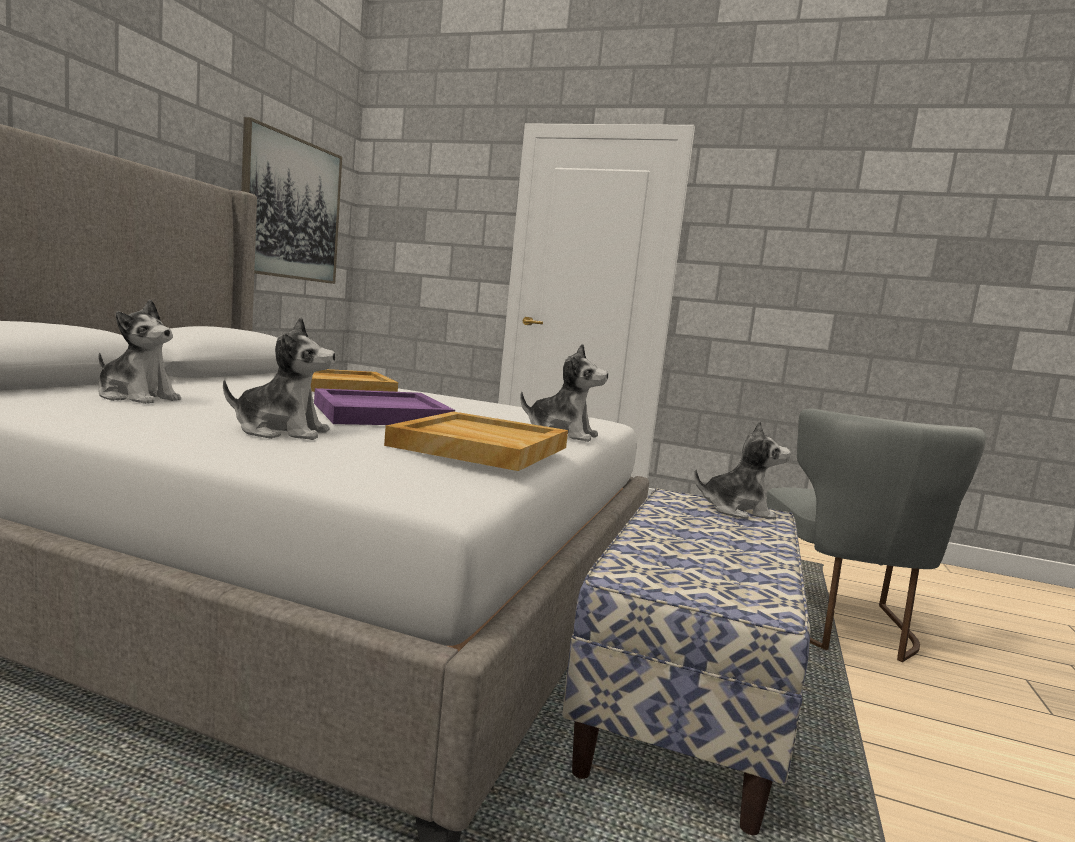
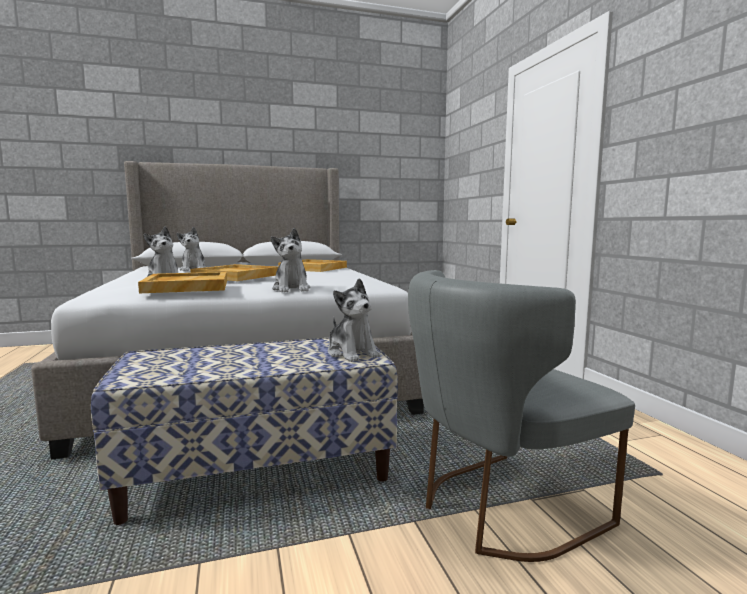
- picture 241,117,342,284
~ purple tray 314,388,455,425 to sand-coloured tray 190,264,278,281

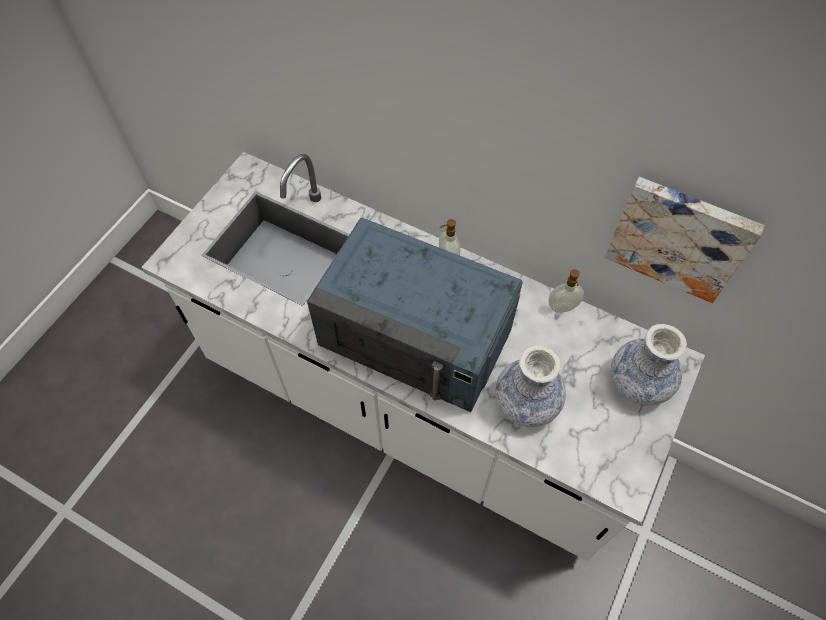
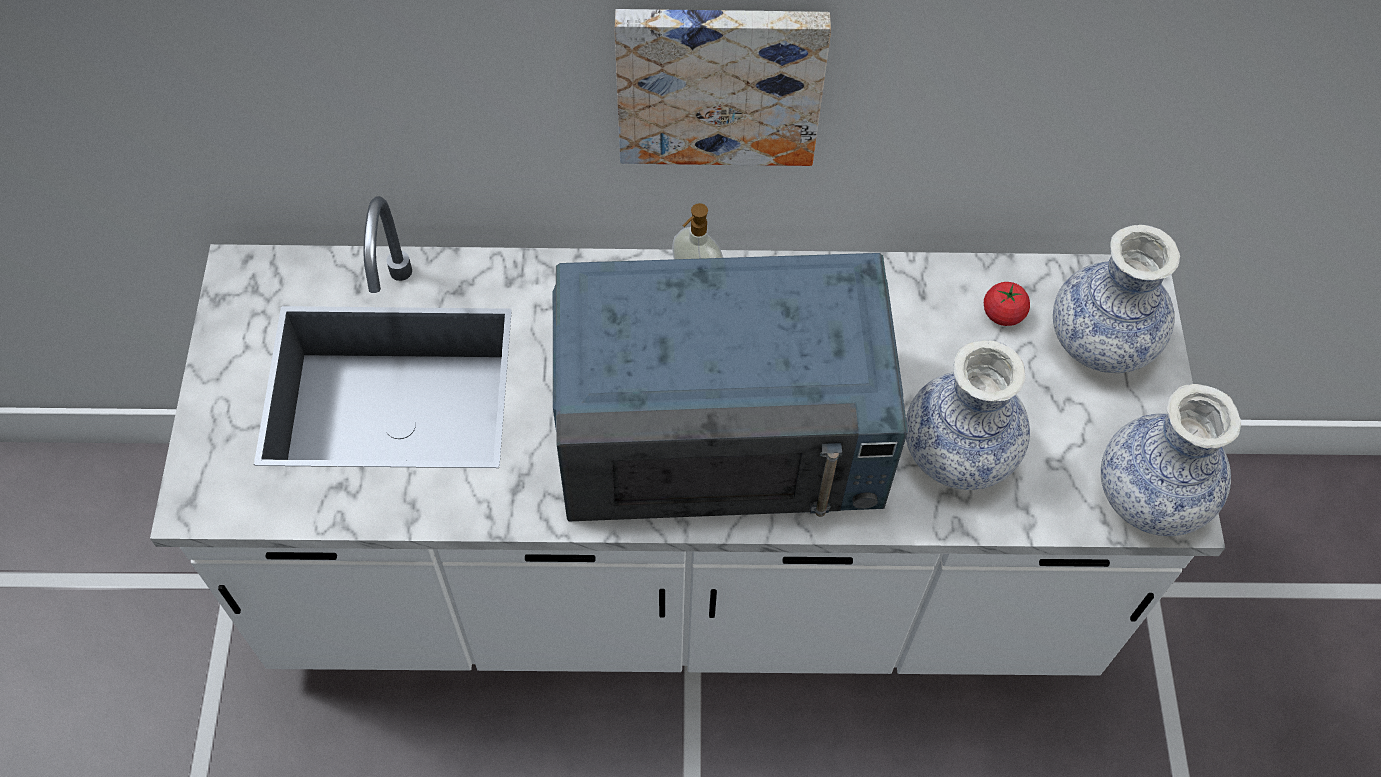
- liquid soap bottle 548,269,584,313
~ picture 605,177,765,303 to 615,9,831,166
+ fresh tomato 984,282,1030,326
+ flower vase 1101,384,1241,536

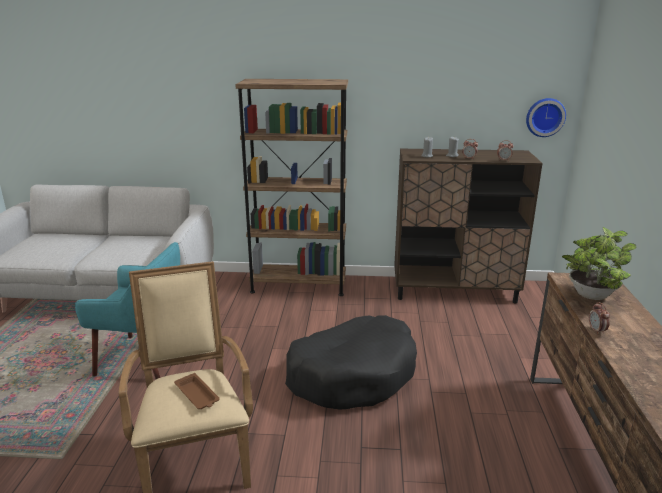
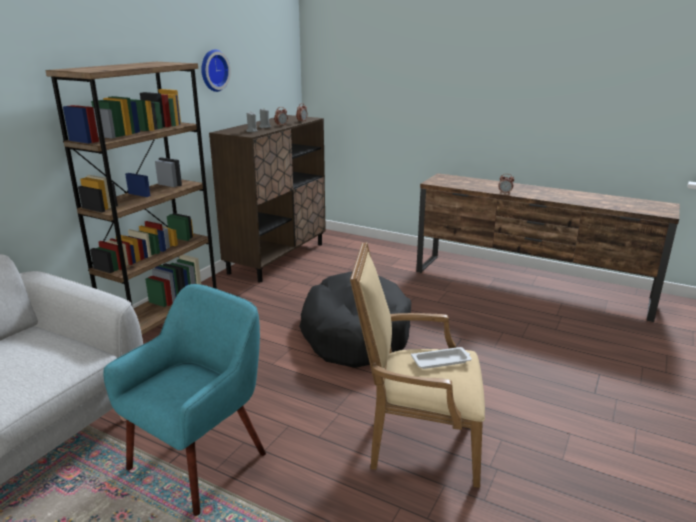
~ brownish tray 174,373,220,409 to white-coloured tray 411,347,472,369
~ clock on the wall 526,98,566,137 to 201,49,231,92
- houseplant 562,227,636,300

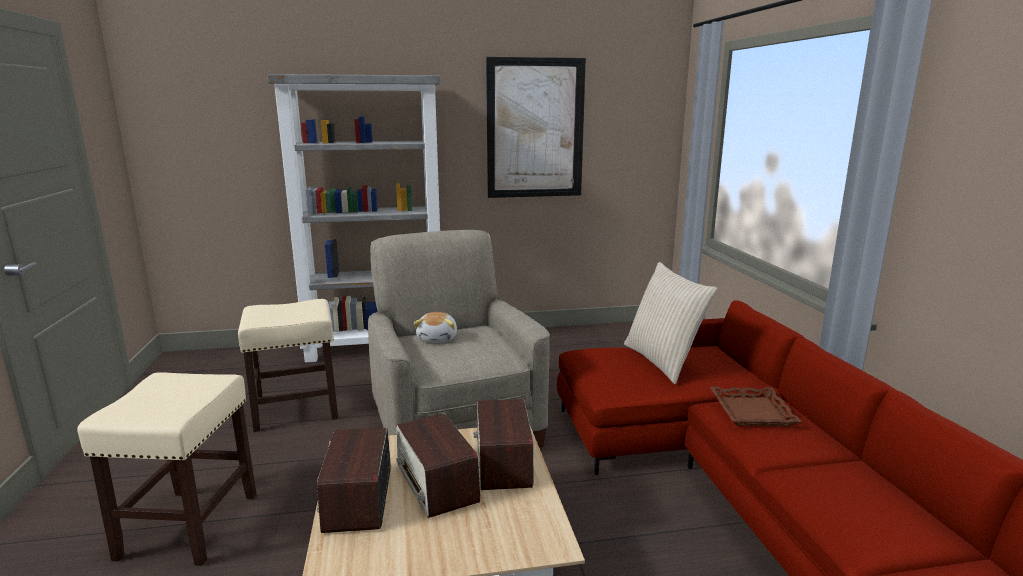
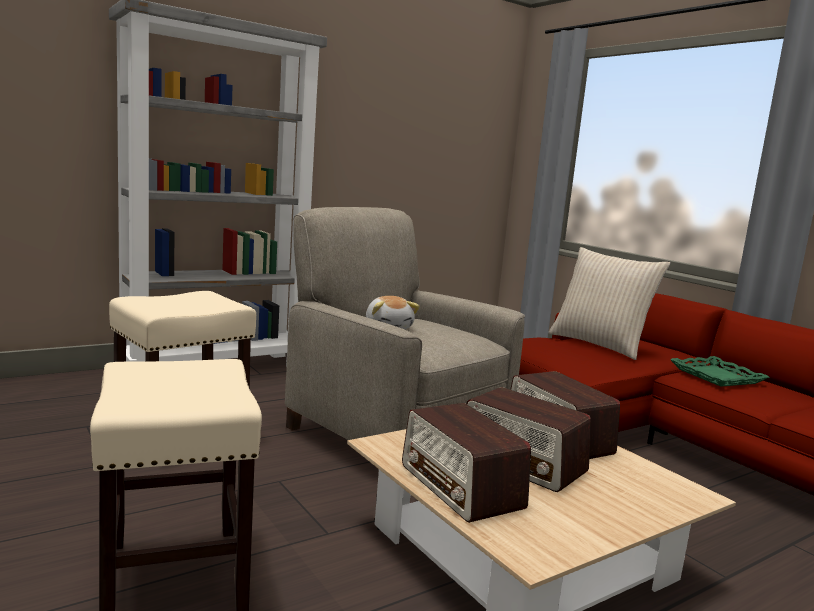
- picture 486,57,586,198
~ brownish tray 710,387,802,426 to greenish tray 670,356,770,387

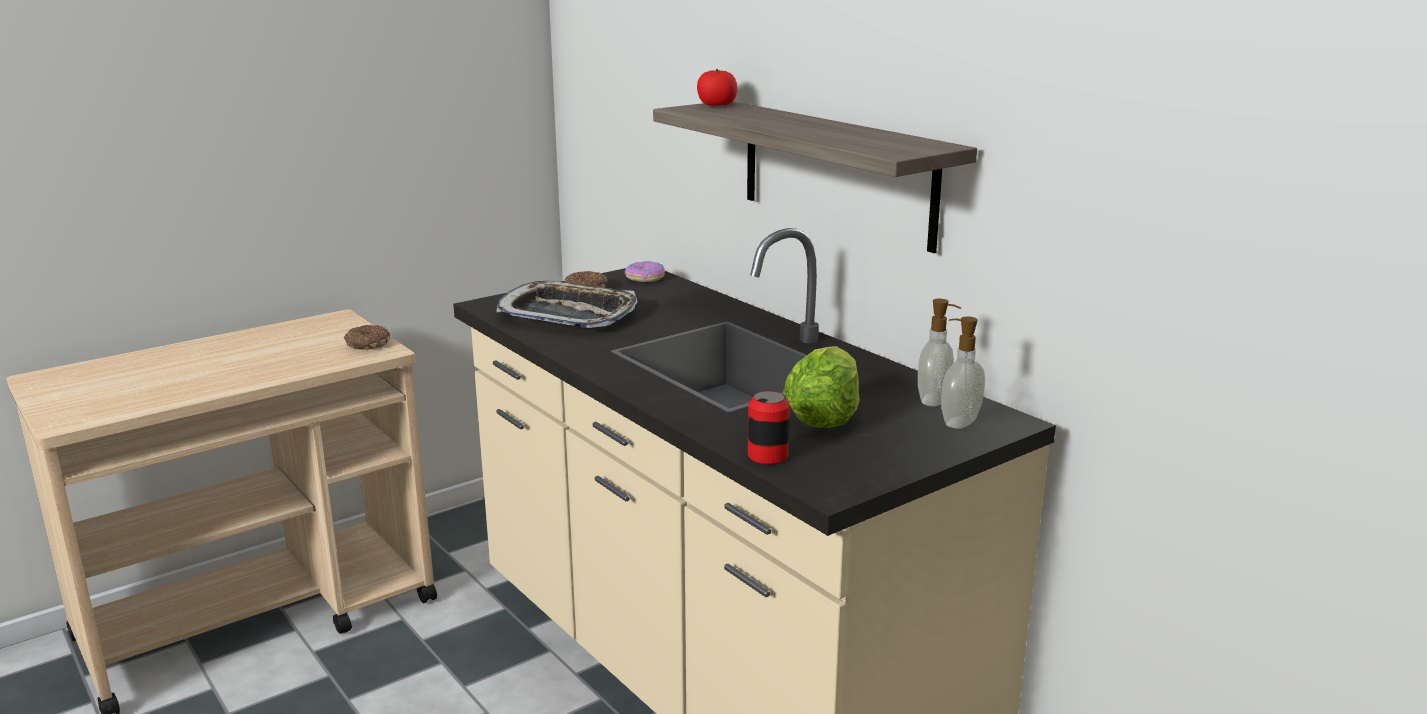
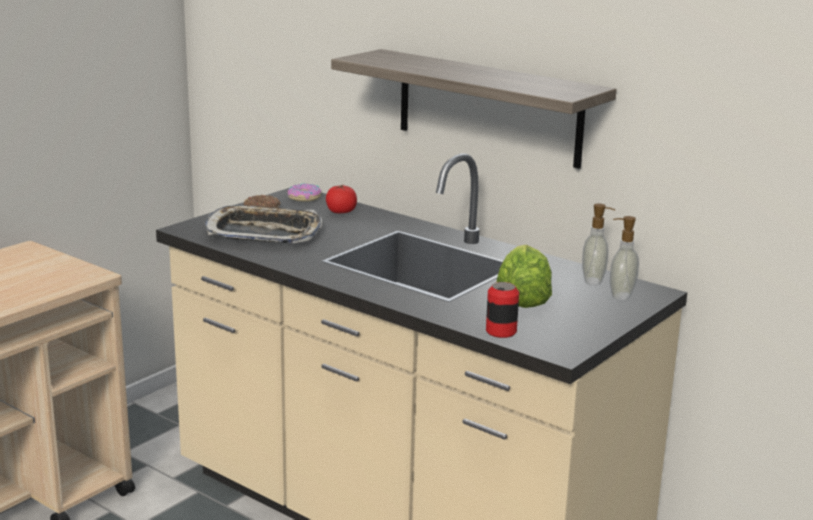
- ring doughnut 344,325,390,350
~ fresh tomato 697,69,737,106 to 326,185,357,213

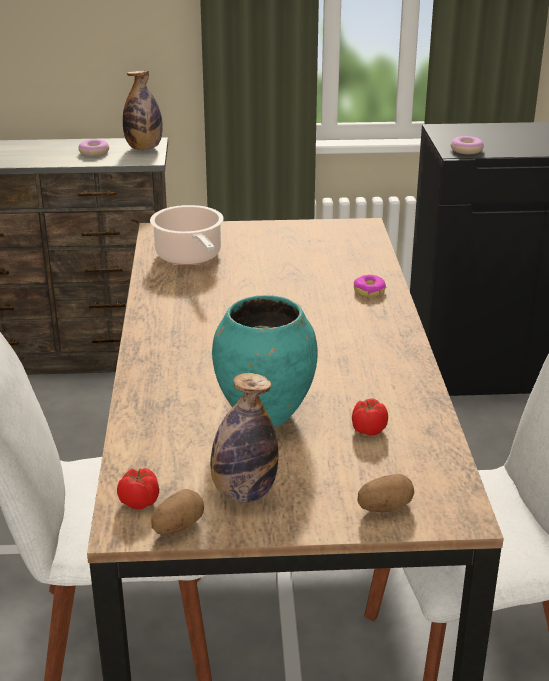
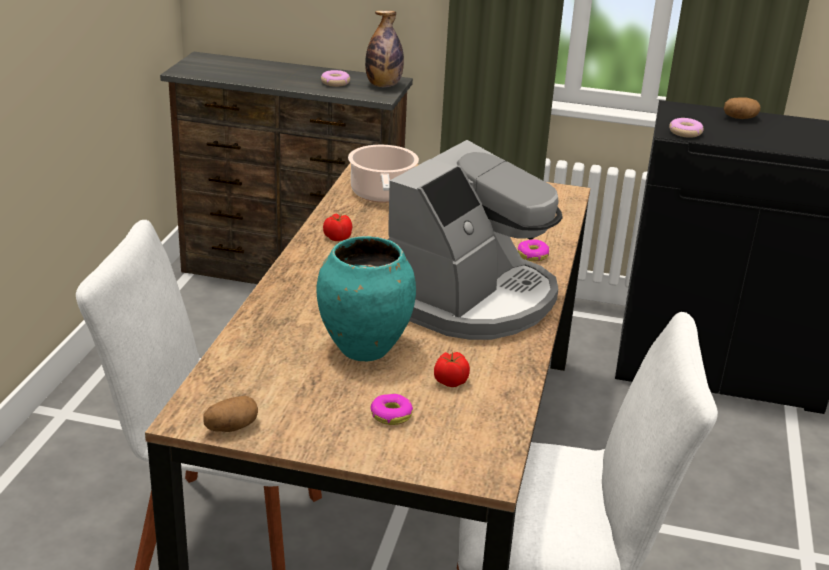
~ fresh tomato 117,467,159,509 to 323,213,352,241
- beverage bottle 210,373,278,503
~ potato 357,474,414,512 to 724,97,760,119
+ ring doughnut 370,394,413,425
+ coffee brewer 388,140,562,340

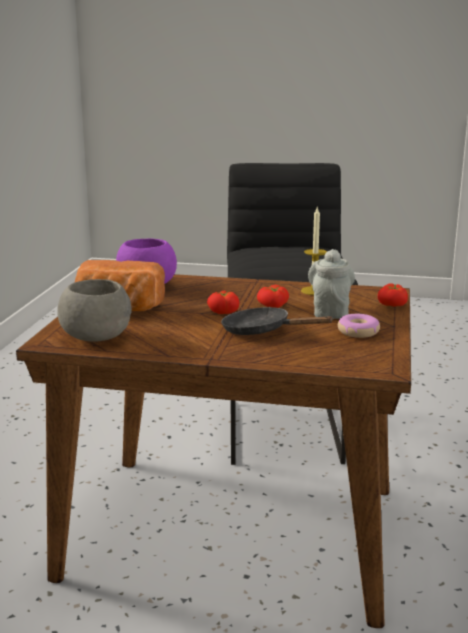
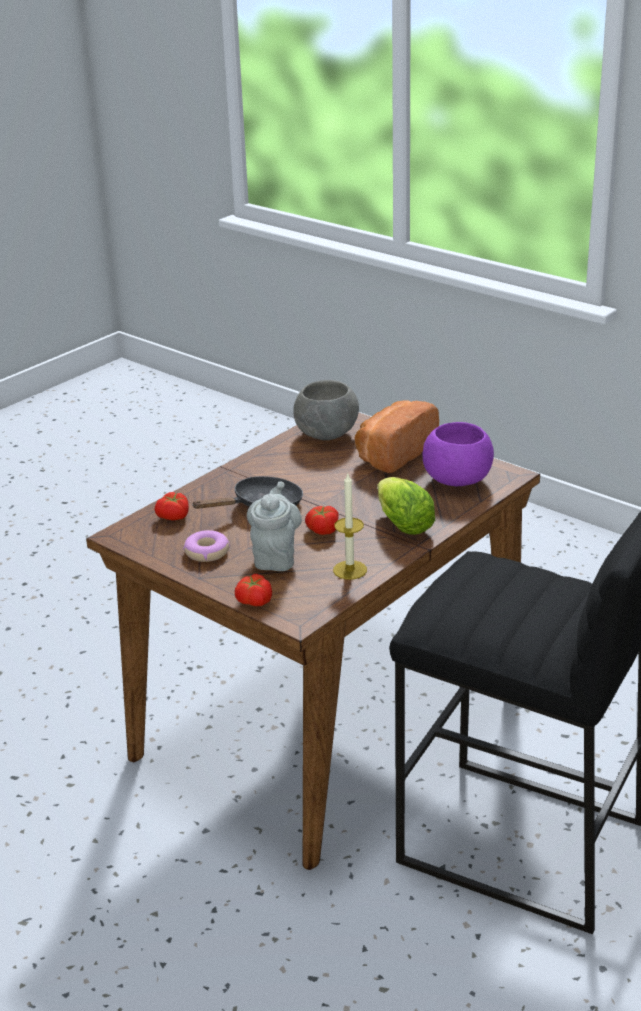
~ fresh tomato 207,290,239,314 to 155,492,189,521
~ grey teapot 308,249,355,319 = 247,481,302,571 120 degrees counterclockwise
+ lettuce head 378,477,435,535

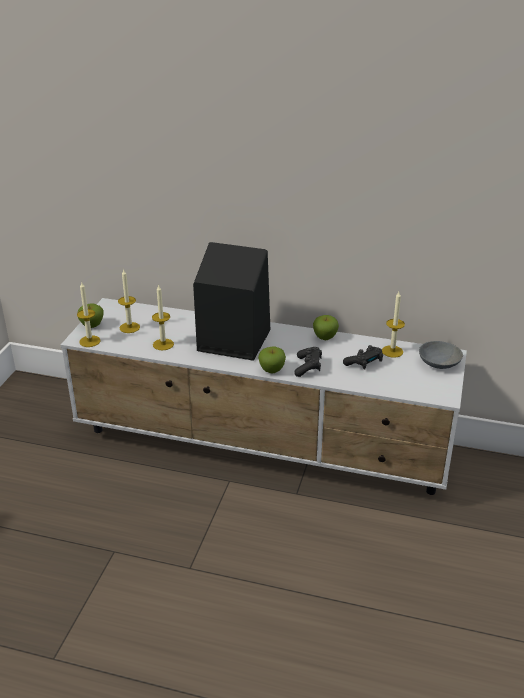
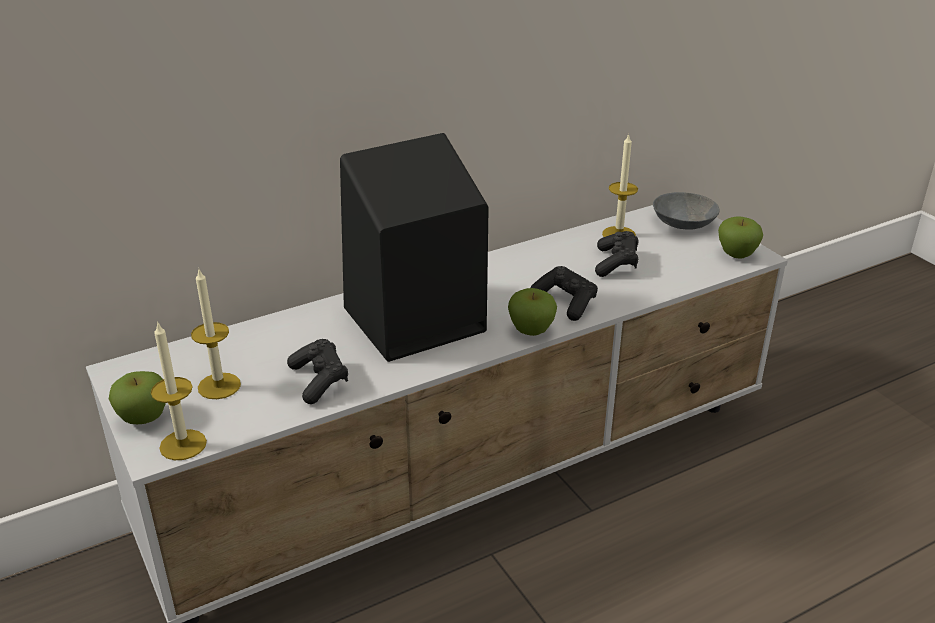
~ candle 152,284,174,350 to blackish joypad 287,339,348,404
~ apple fruit 313,315,339,340 to 718,216,763,259

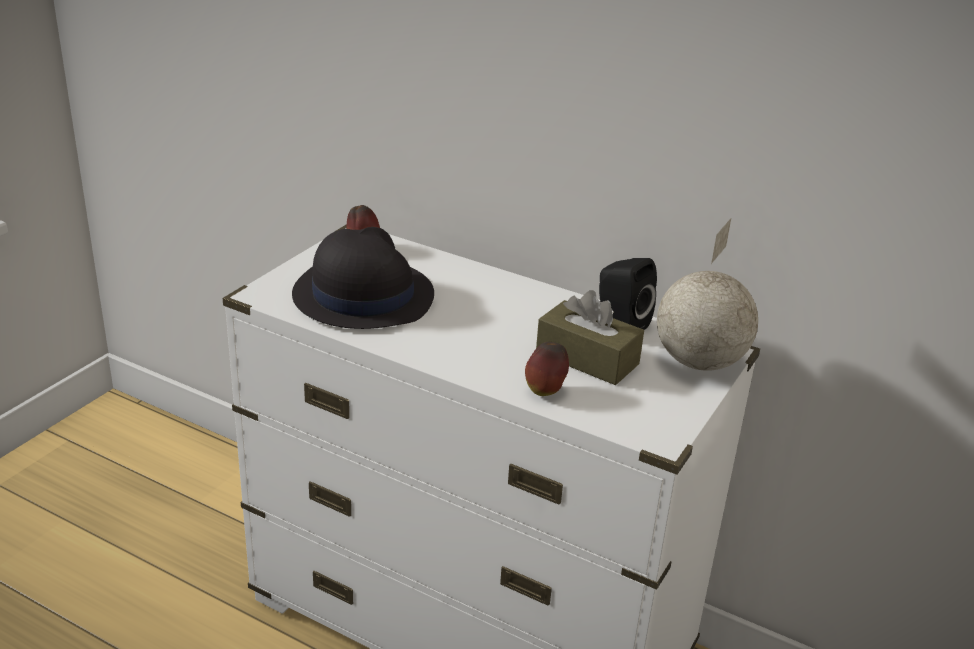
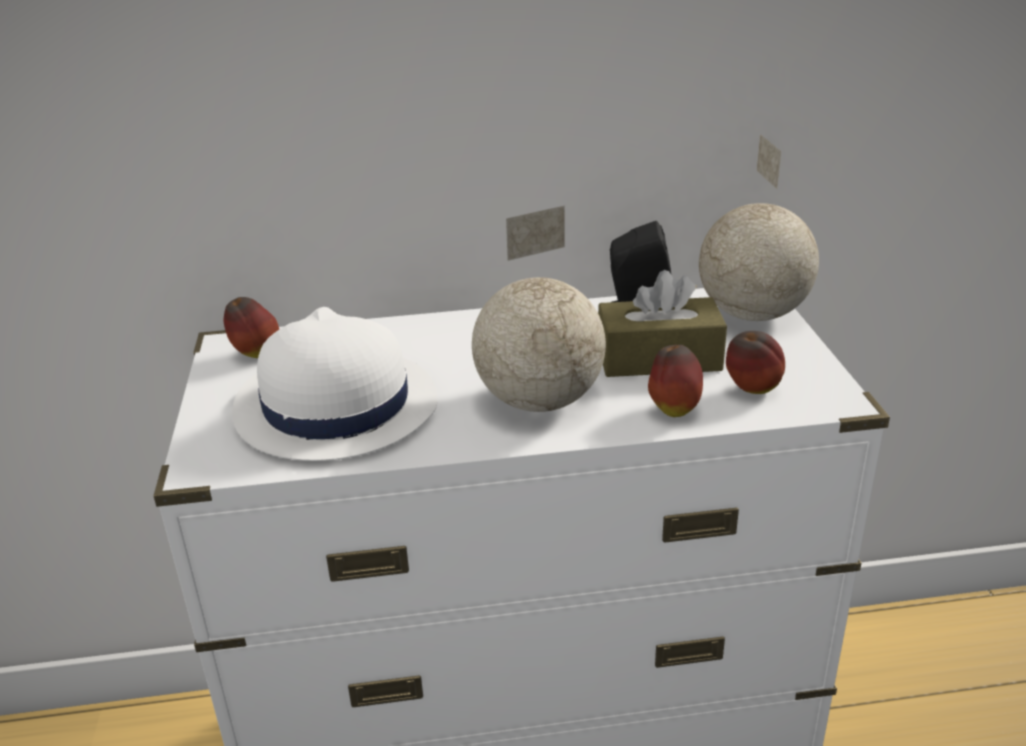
~ blackish clothing hat 292,227,434,329 to white-coloured clothing hat 232,307,438,461
+ world globe 472,206,606,412
+ apple fruit 726,331,785,394

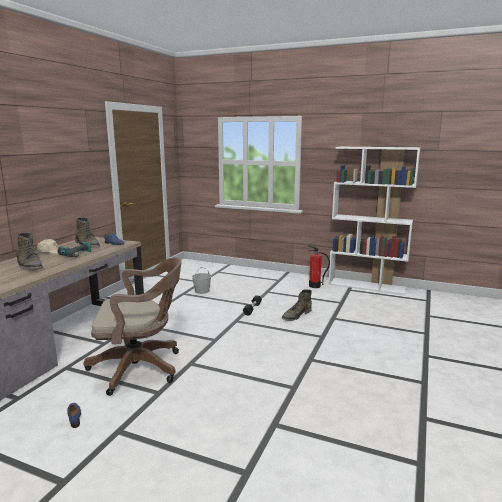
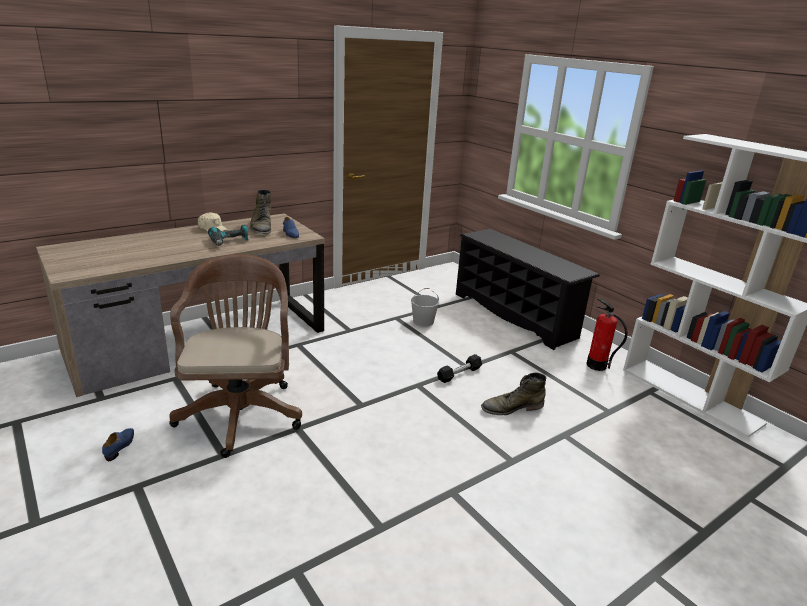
- greenish boot 17,233,43,269
~ brownish desk chair 83,257,182,396 = 169,254,302,458 120 degrees counterclockwise
+ blackish shoe rack 456,229,600,350

